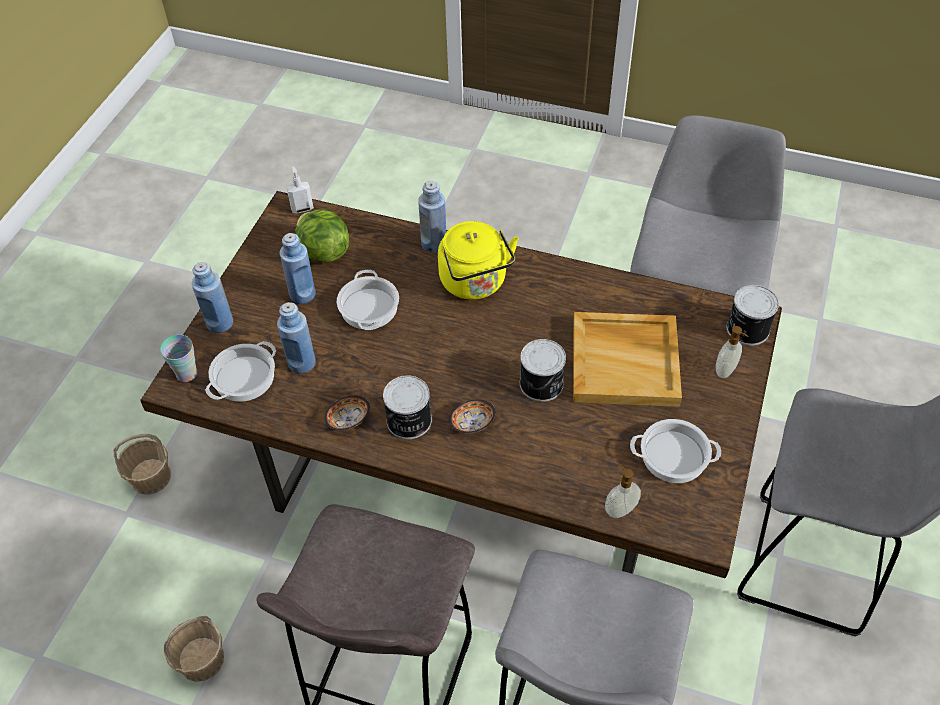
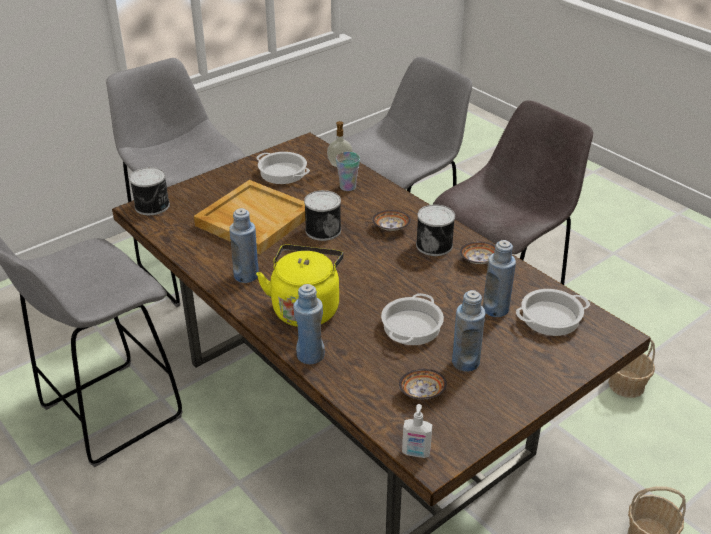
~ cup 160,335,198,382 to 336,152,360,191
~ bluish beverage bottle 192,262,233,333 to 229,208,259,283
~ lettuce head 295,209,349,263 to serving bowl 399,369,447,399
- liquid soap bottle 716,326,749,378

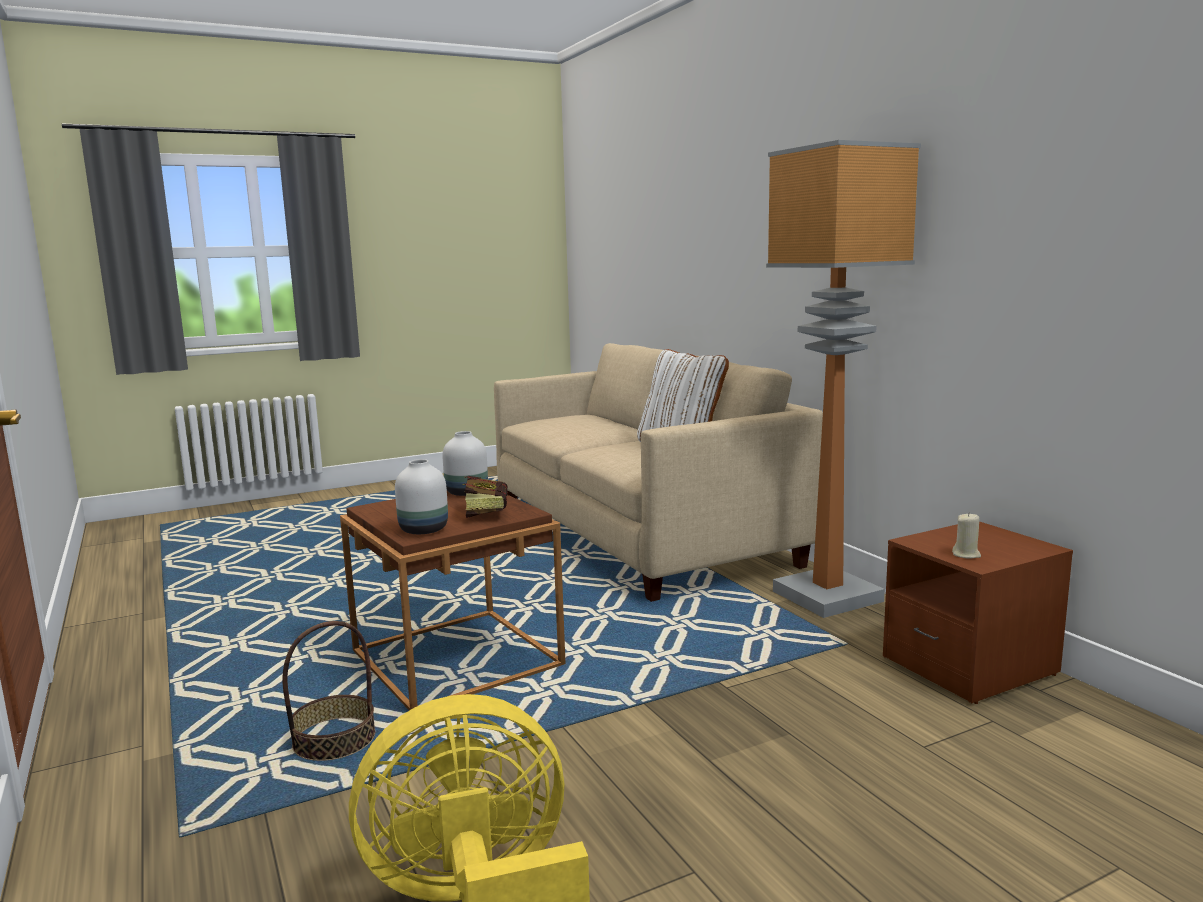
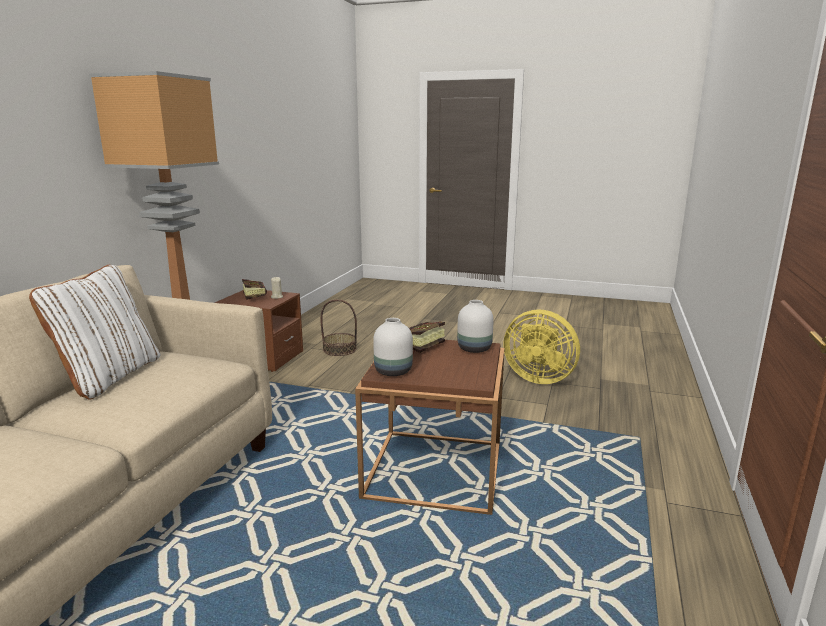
~ storage basket 282,621,375,761 to 320,299,357,356
+ volume 242,279,267,300

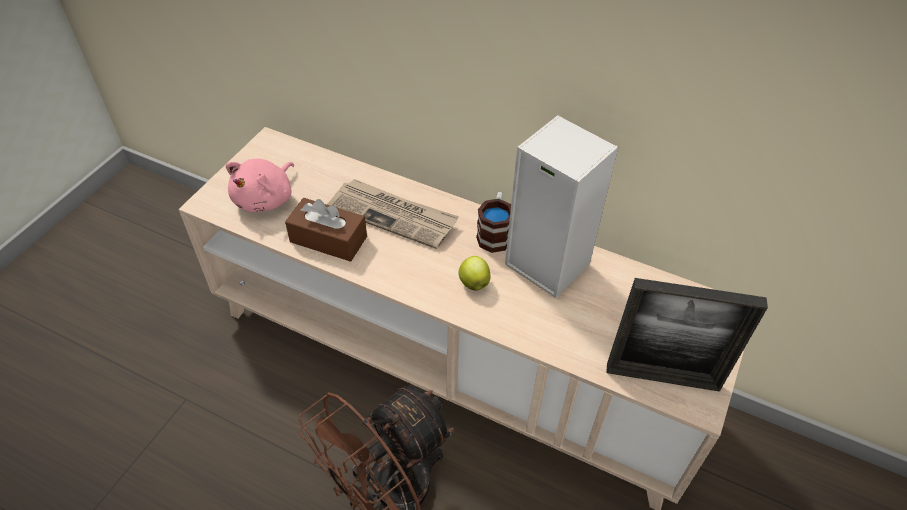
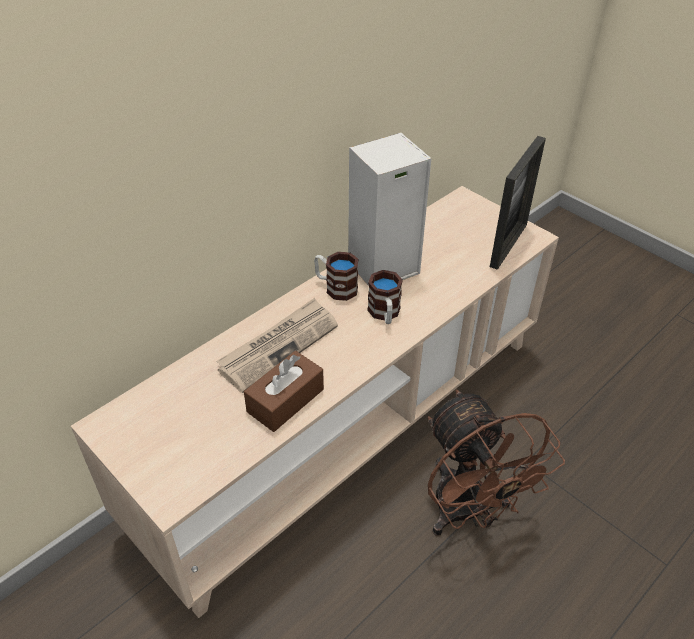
- pink-coloured plush toy 226,159,294,212
~ apple fruit 459,256,490,291 to tea mug 367,270,403,324

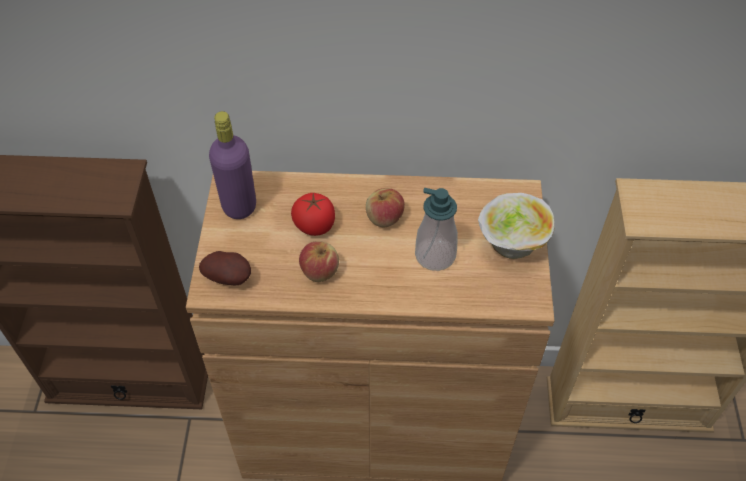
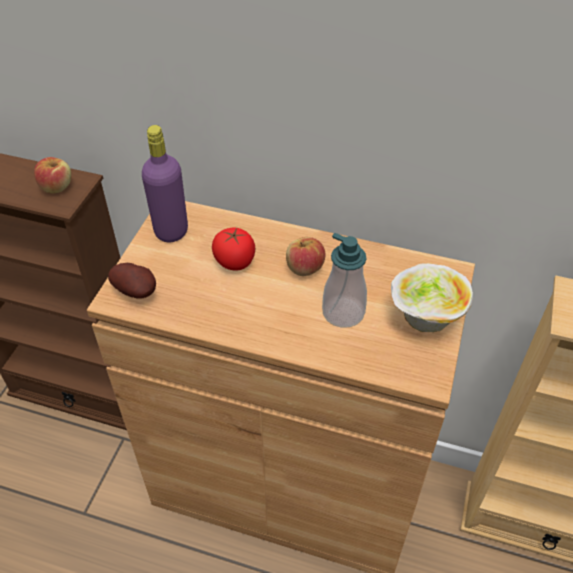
~ apple fruit 299,241,339,282 to 34,157,71,193

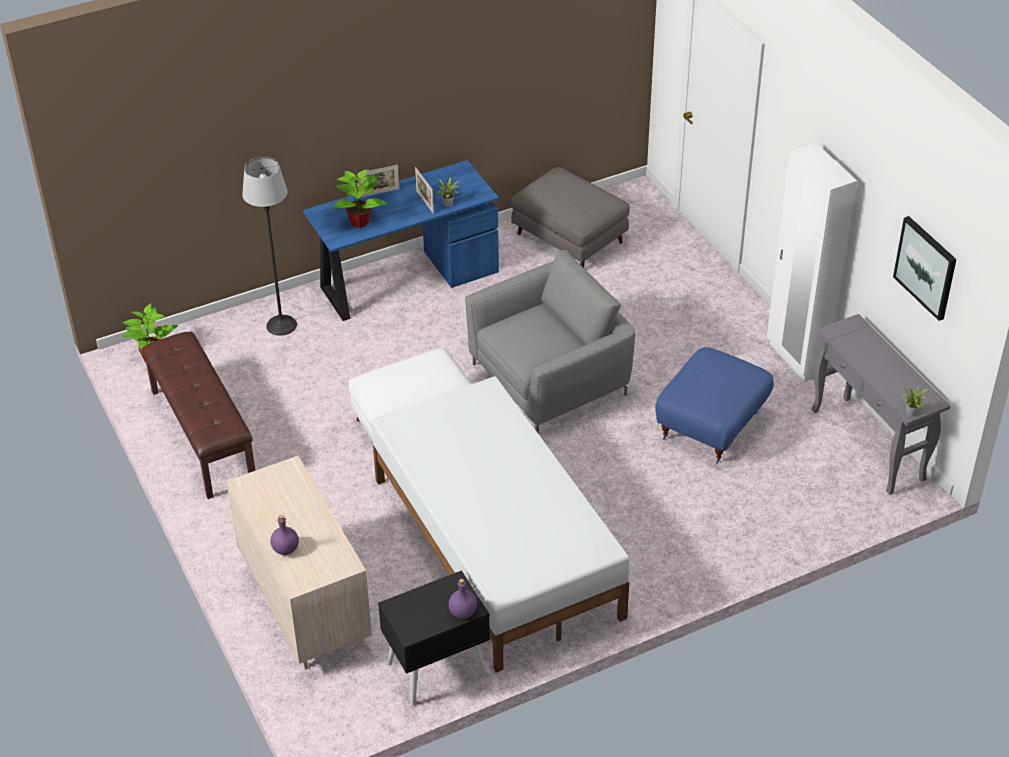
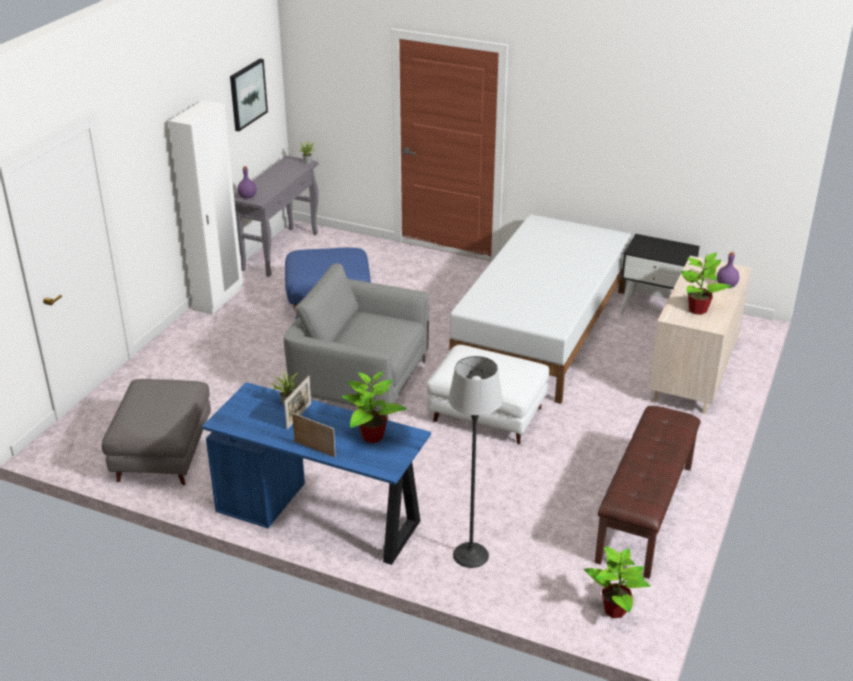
~ purple beverage bottle 448,579,477,619 to 238,166,257,199
+ houseplant 681,253,732,315

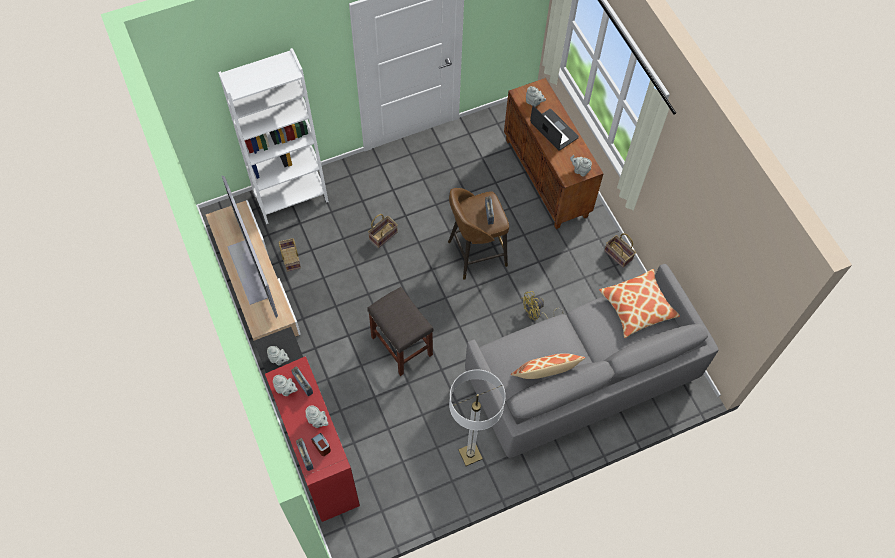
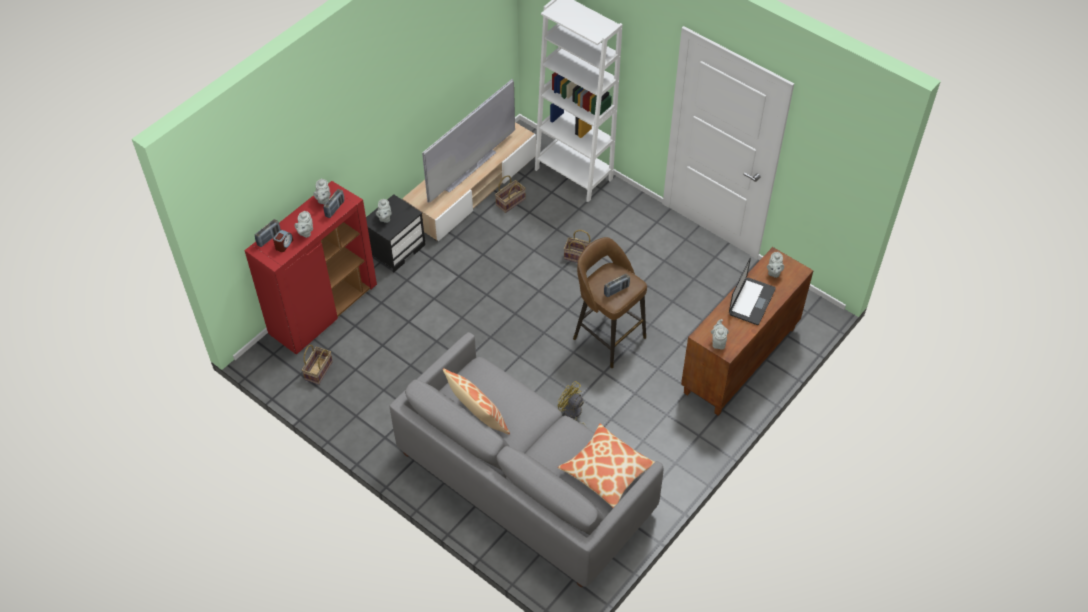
- grey sitting stool 367,287,434,376
- standard lamp 449,369,506,466
~ storage basket 604,233,636,268 to 302,345,333,385

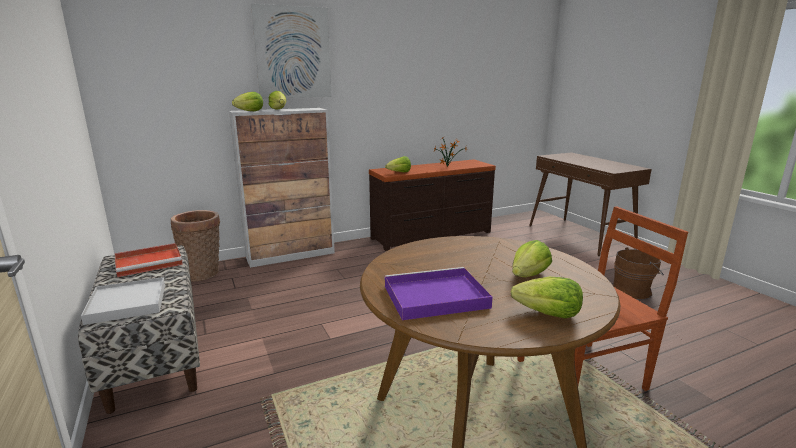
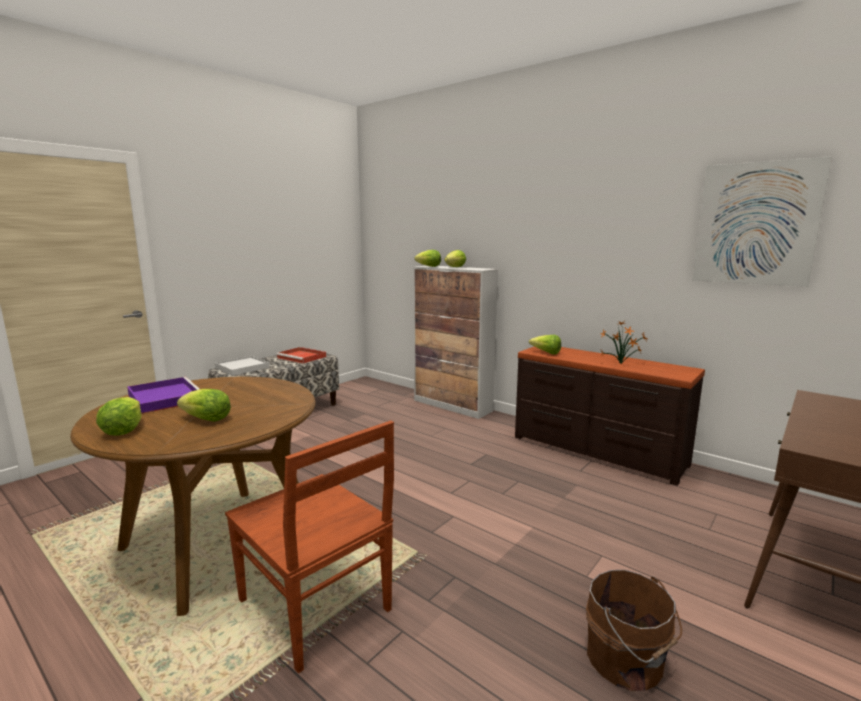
- storage basket 171,210,220,281
~ picture 251,4,332,99 to 692,156,832,287

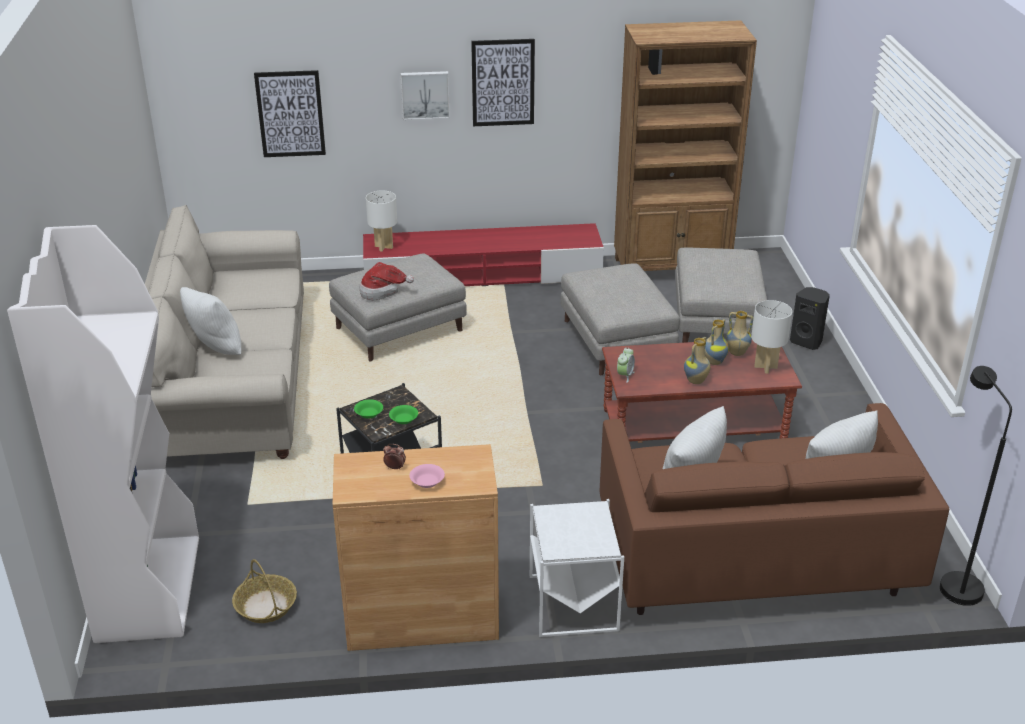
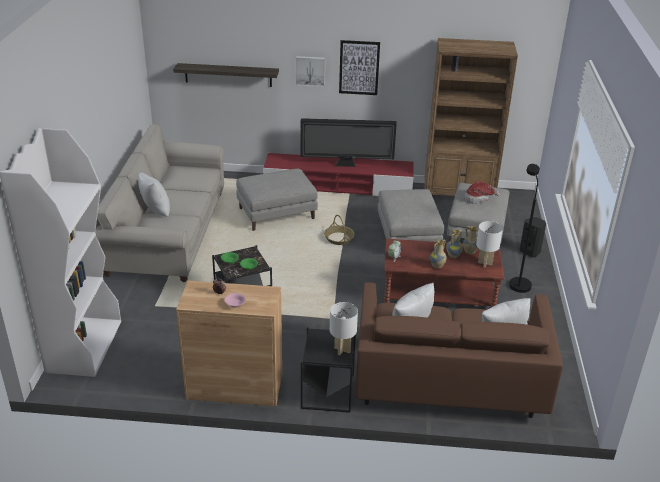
~ storage basket 232,559,297,623 to 324,215,355,245
~ picture 254,70,326,157 to wall shelf 173,63,279,87
~ clothing hat 360,262,414,301 to 465,180,500,204
~ white-coloured tabletop lamp 366,190,397,252 to 330,302,358,355
~ white-coloured end table 530,499,624,637 to blackish end table 301,327,356,413
~ blackish standard lamp 940,366,1012,606 to 509,164,540,293
+ TV set 300,118,397,167

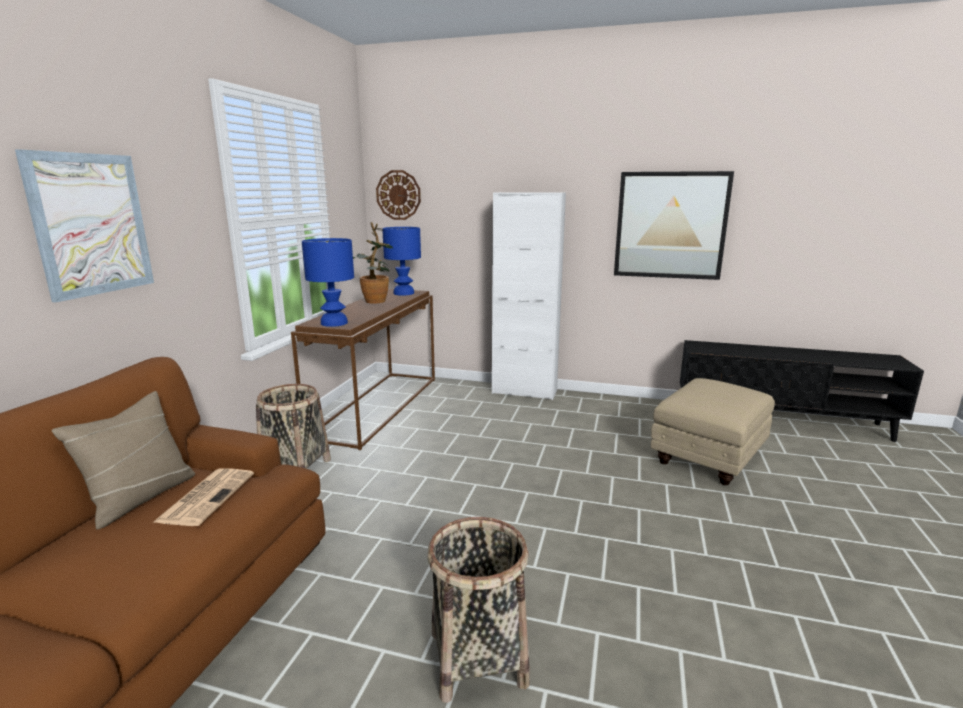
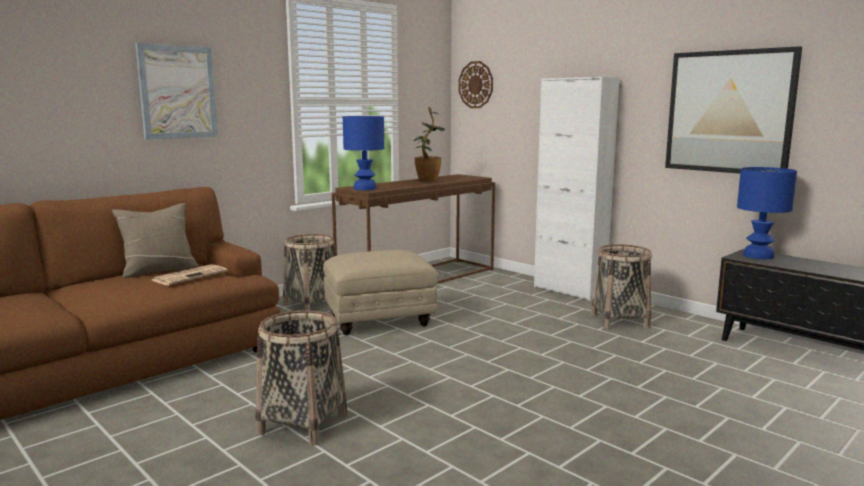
~ bluish tabletop lamp 382,227,421,296 to 737,167,797,259
~ sand-coloured ottoman 651,378,775,485 to 323,250,439,335
+ storage basket 591,244,652,329

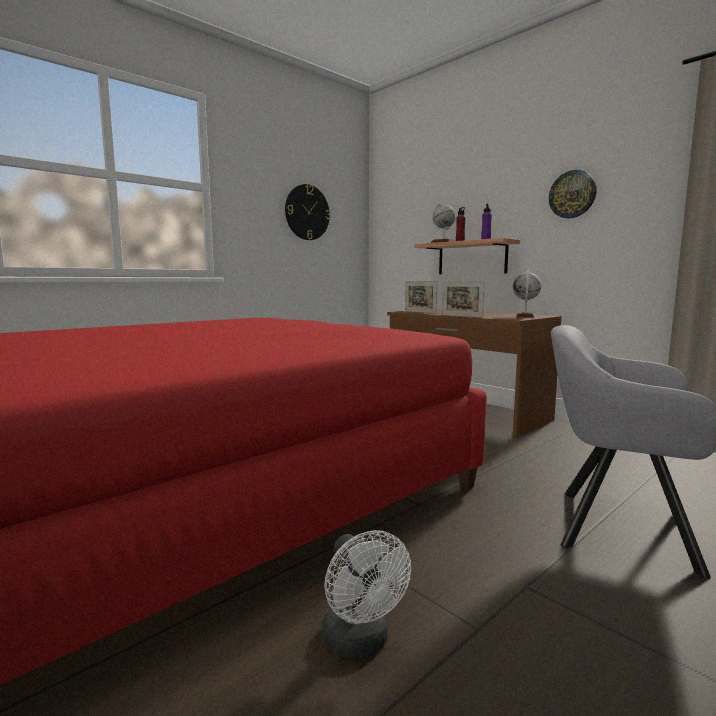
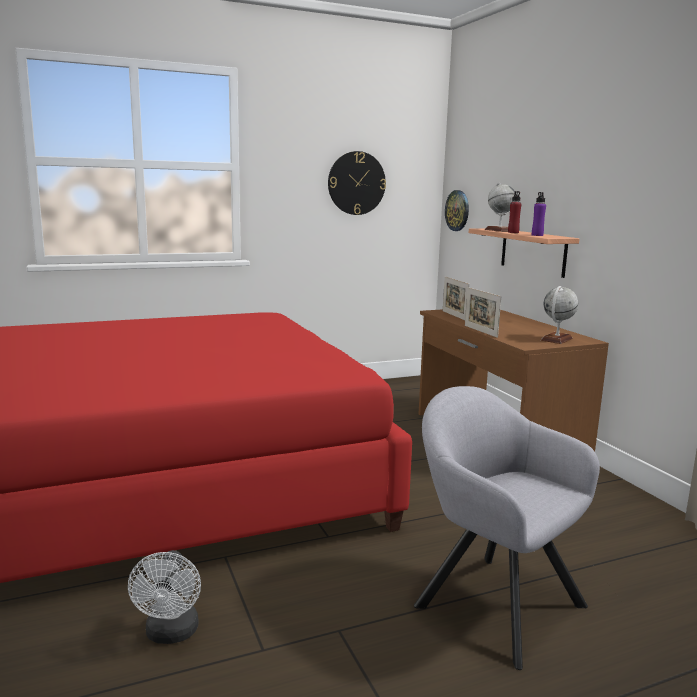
~ clock on the wall 549,170,596,219 to 445,190,469,231

